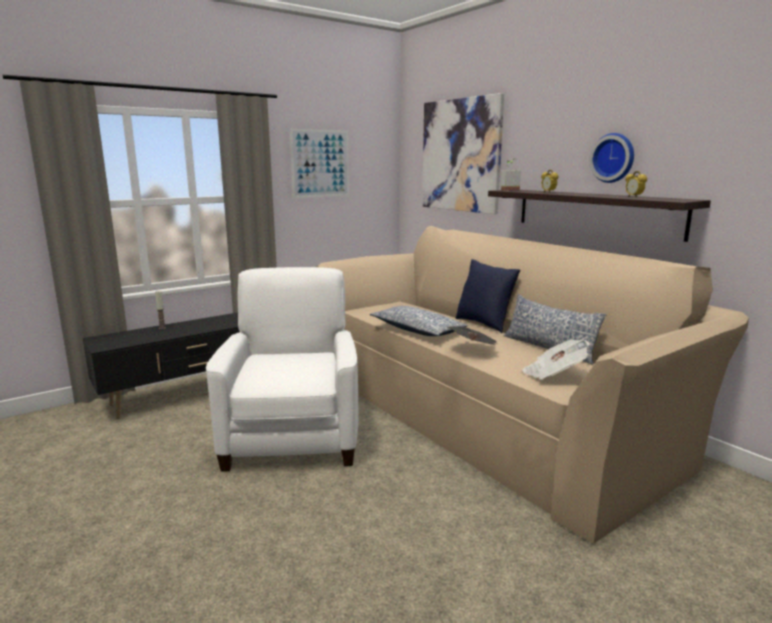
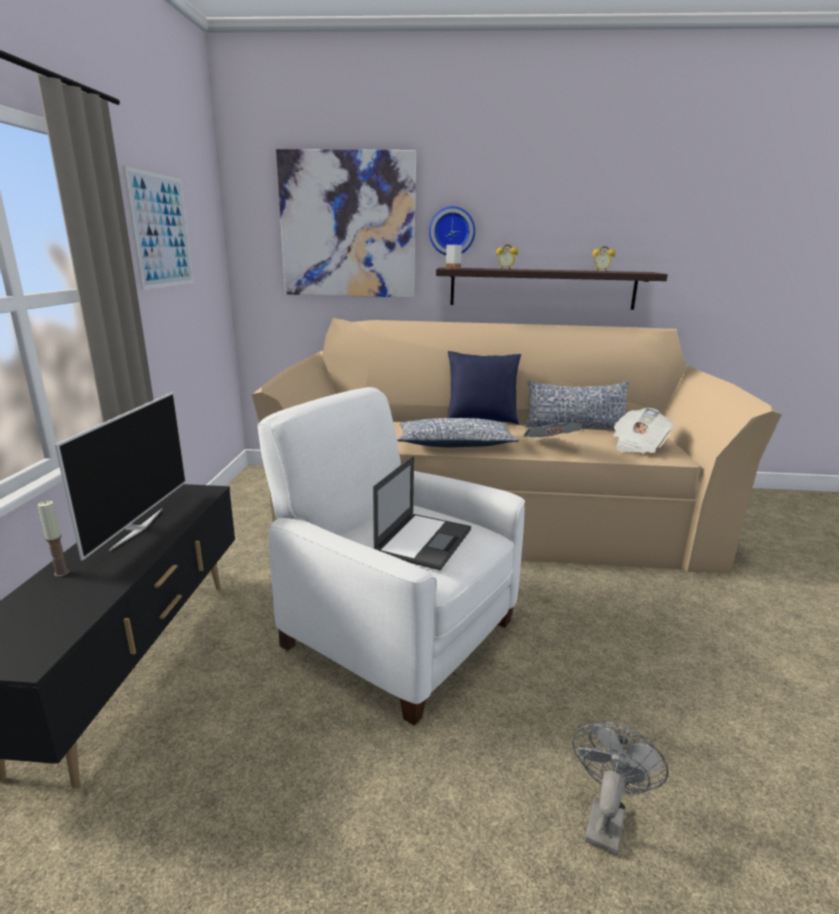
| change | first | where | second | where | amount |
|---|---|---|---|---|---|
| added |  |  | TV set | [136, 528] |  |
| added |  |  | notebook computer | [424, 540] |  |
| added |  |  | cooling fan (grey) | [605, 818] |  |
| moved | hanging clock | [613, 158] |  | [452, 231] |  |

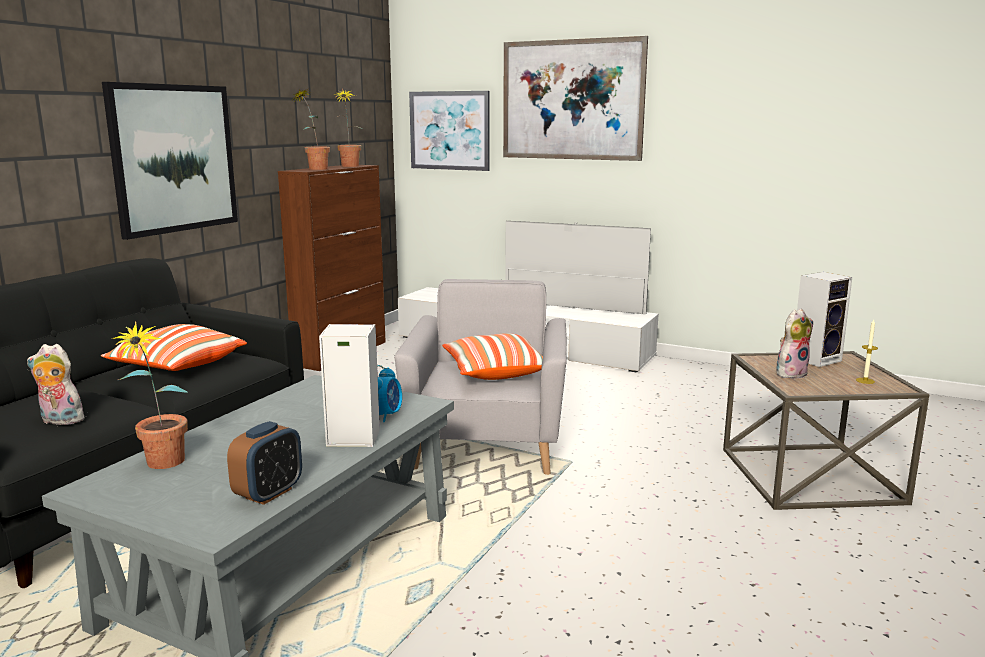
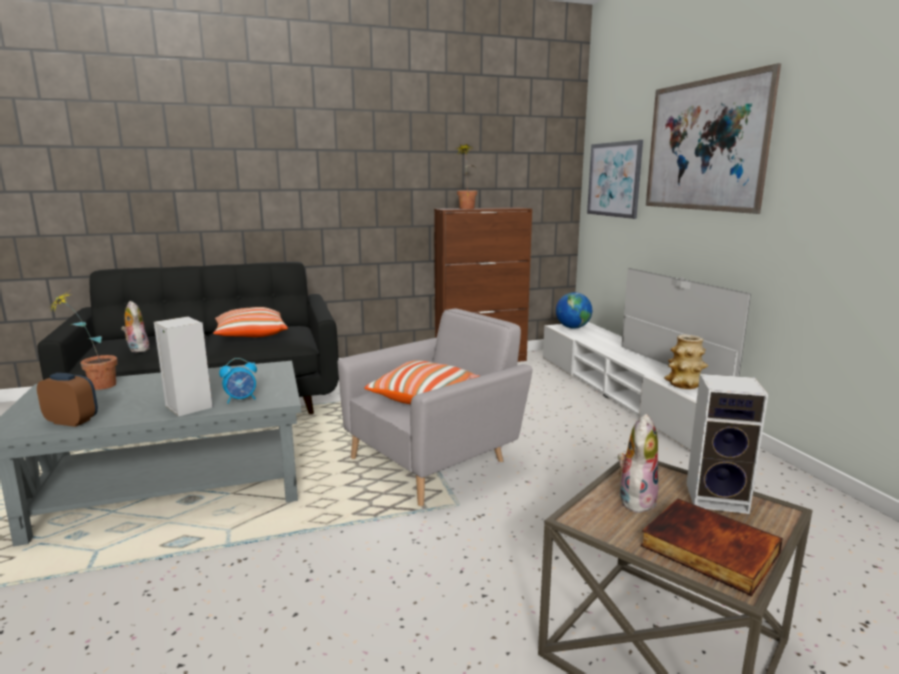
| change | first | where | second | where | amount |
|---|---|---|---|---|---|
| removed | wall picture | [174, 158] |  |  |  |
| removed | houseplant | [349, 166] |  |  |  |
| added |  |  | globe | [572, 327] |  |
| added |  |  | decorative vase | [684, 385] |  |
| replaced | wax light | [865, 381] | bound book | [707, 550] |  |
| turned | bedside clock | [269, 493] |  | [72, 421] | 150 degrees counterclockwise |
| turned | cuddly toy | [790, 373] |  | [635, 499] | 75 degrees counterclockwise |

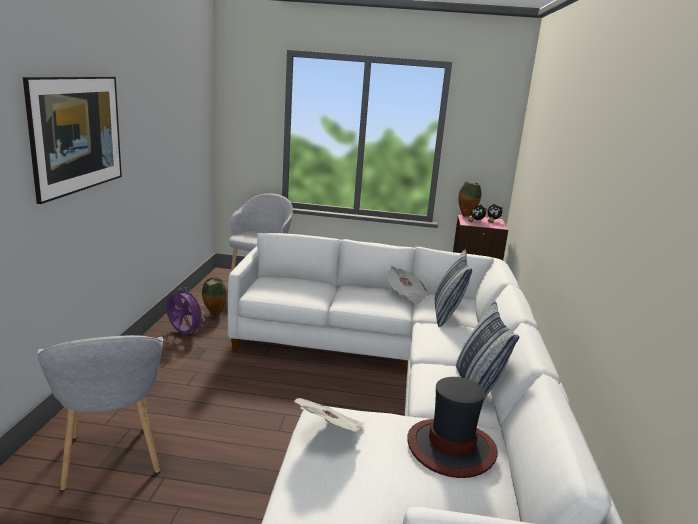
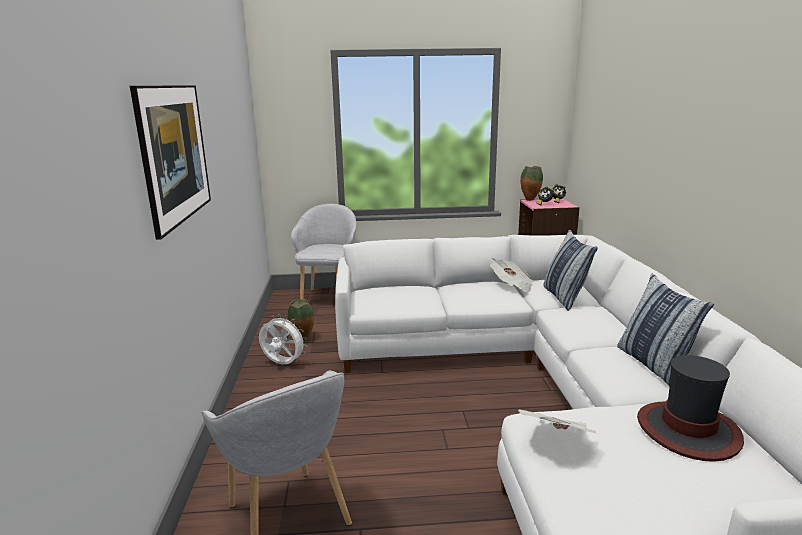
| change | first | where | second | where | amount |
|---|---|---|---|---|---|
| recoloured | cooling fan (purple) | [183, 333] | cooling fan (white-coloured) | [282, 364] |  |

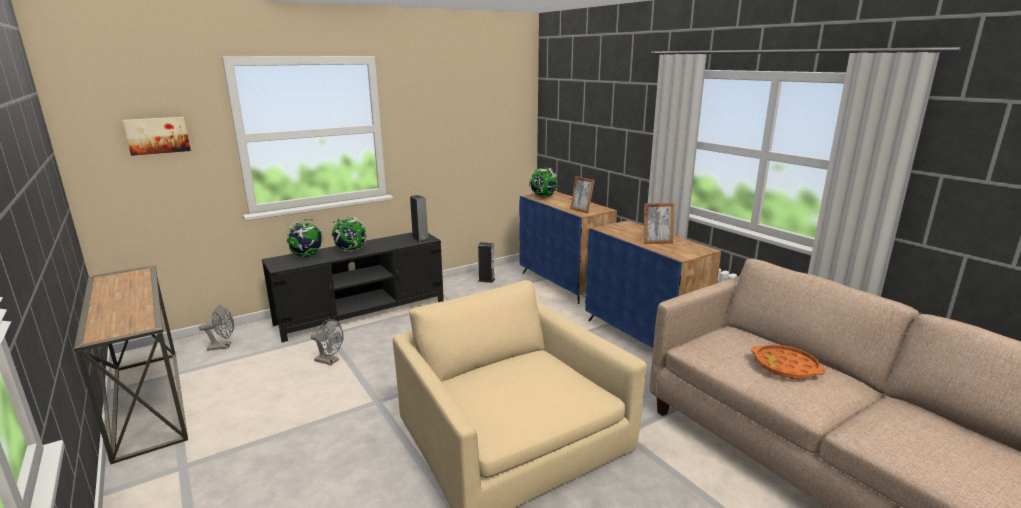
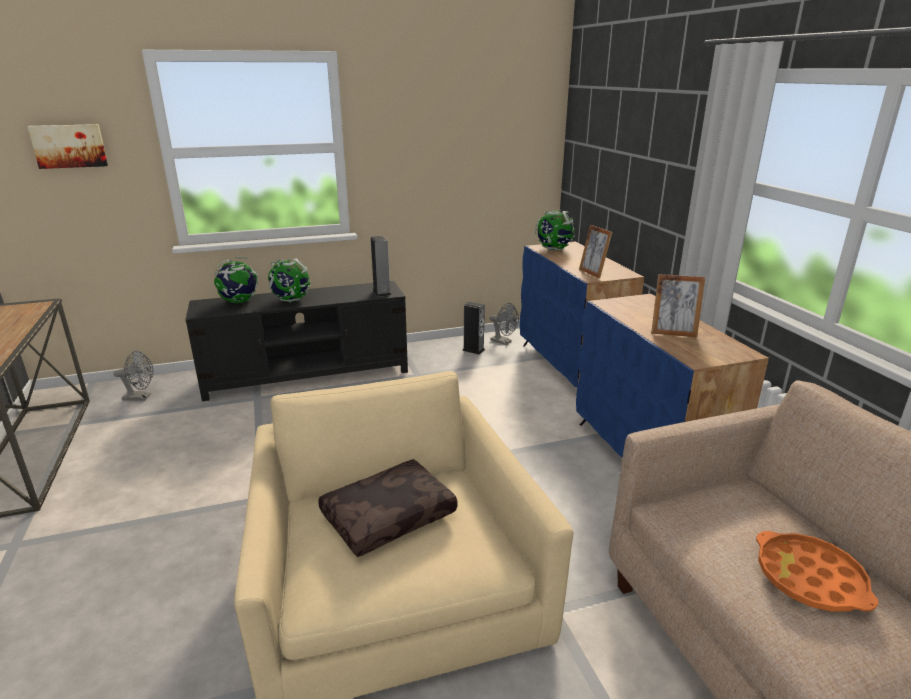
| change | first | where | second | where | amount |
|---|---|---|---|---|---|
| added |  |  | throw pillow (brownish) | [388, 515] |  |
| moved | cooling fan (grey) | [330, 361] |  | [504, 342] |  |

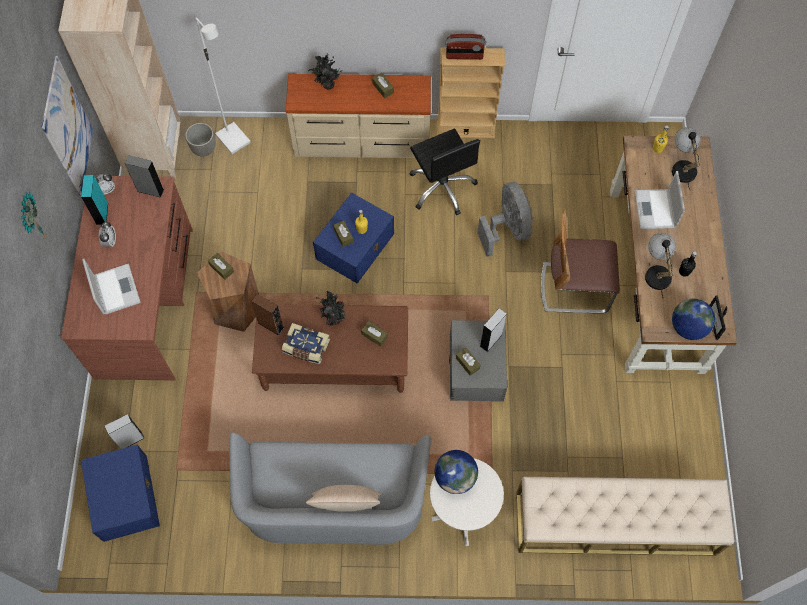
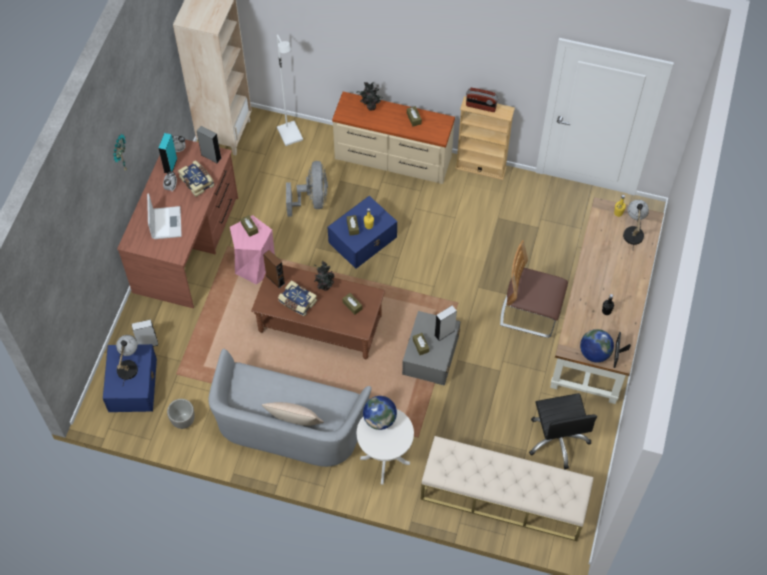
| change | first | where | second | where | amount |
|---|---|---|---|---|---|
| removed | wall picture | [68, 128] |  |  |  |
| removed | notebook computer | [655, 210] |  |  |  |
| added |  |  | bound book | [197, 181] |  |
| moved | flower pot | [204, 150] |  | [183, 421] |  |
| moved | computer chair (black-coloured) | [442, 187] |  | [558, 439] |  |
| moved | cooling fan (grey) | [507, 229] |  | [312, 200] |  |
| moved | tabletop lamp | [656, 271] |  | [128, 365] |  |
| recoloured | stool (brownish) | [236, 309] | stool (pink) | [255, 266] |  |

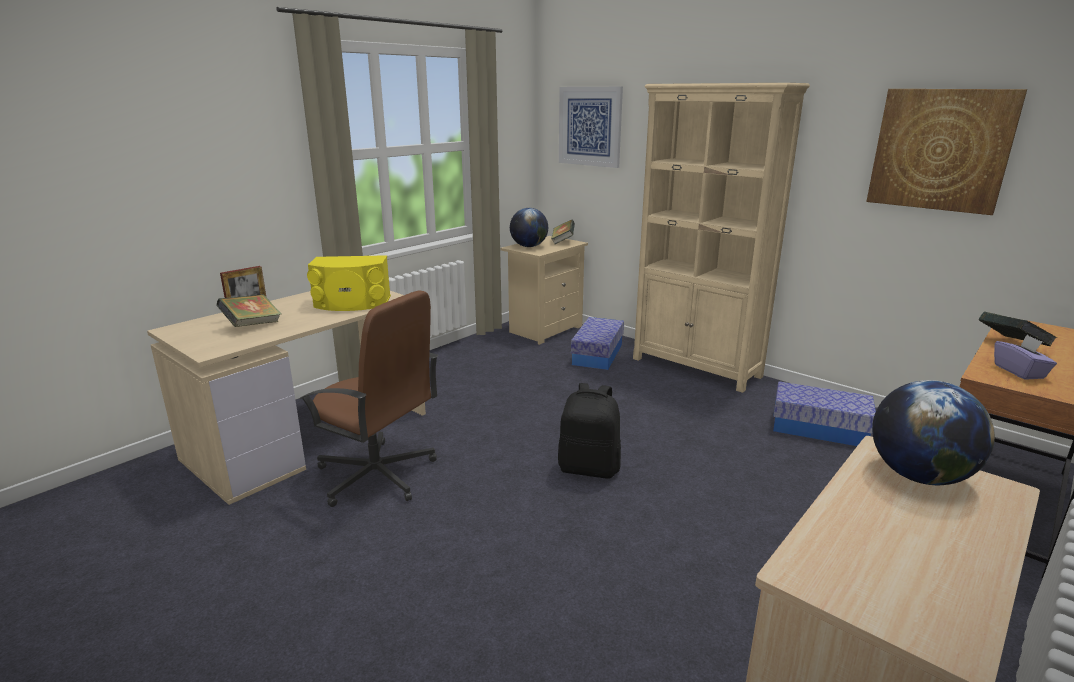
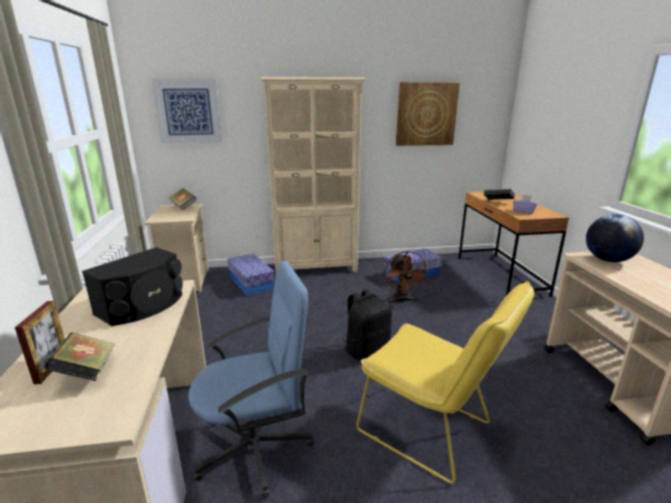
| change | first | where | second | where | amount |
|---|---|---|---|---|---|
| removed | globe | [529, 246] |  |  |  |
| added |  |  | chair (yellow-coloured) | [432, 432] |  |
| added |  |  | cooling fan (brownish) | [402, 301] |  |
| recoloured | computer chair (brownish) | [377, 475] | computer chair (blue) | [256, 447] |  |
| recoloured | audio speaker (yellow-coloured) | [352, 303] | audio speaker (black-coloured) | [143, 306] |  |

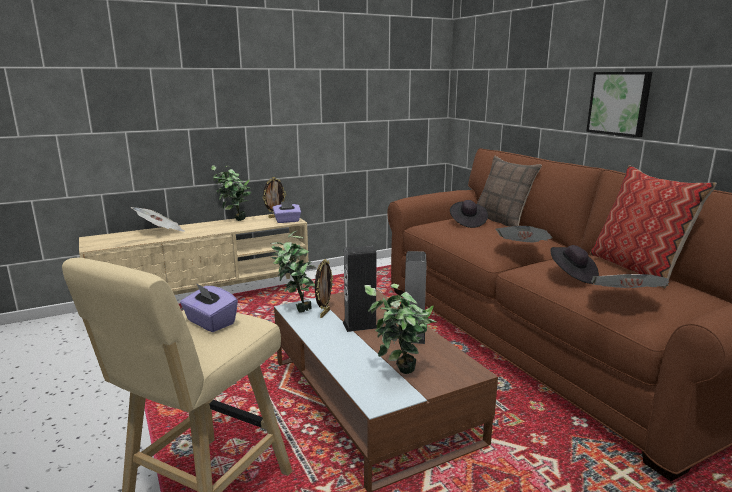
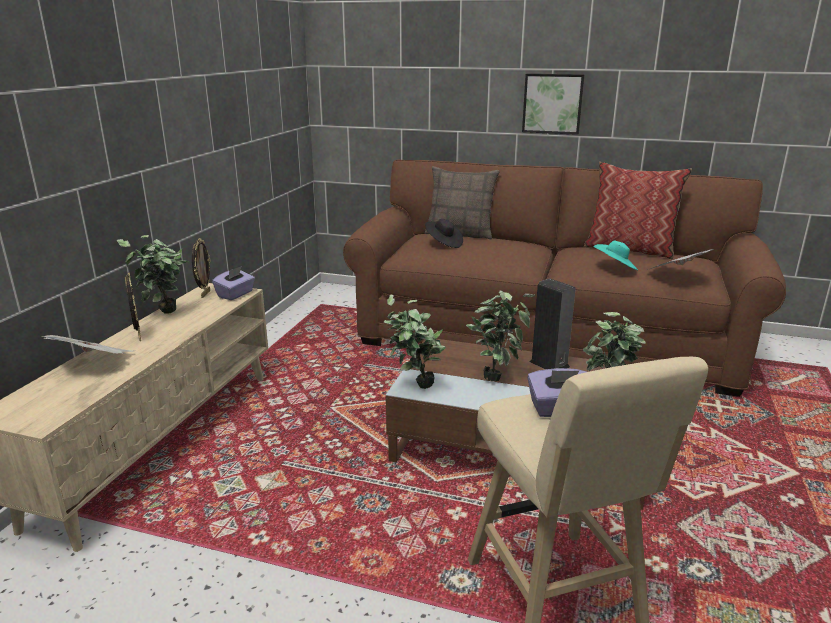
| change | first | where | second | where | amount |
|---|---|---|---|---|---|
| removed | printed paper | [522, 249] |  |  |  |
| moved | picture frame | [324, 313] |  | [138, 336] |  |
| replaced | audio speaker | [360, 325] | houseplant | [497, 375] |  |
| recoloured | hat (black-coloured) | [572, 276] | hat (turquoise-coloured) | [615, 268] |  |

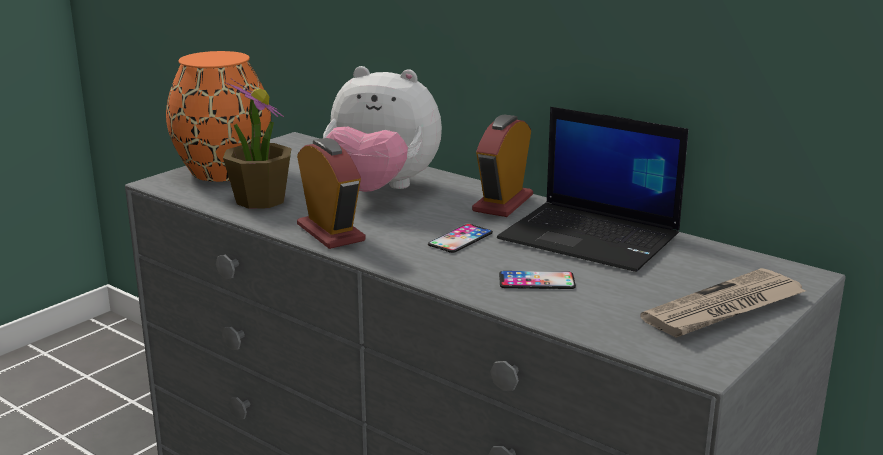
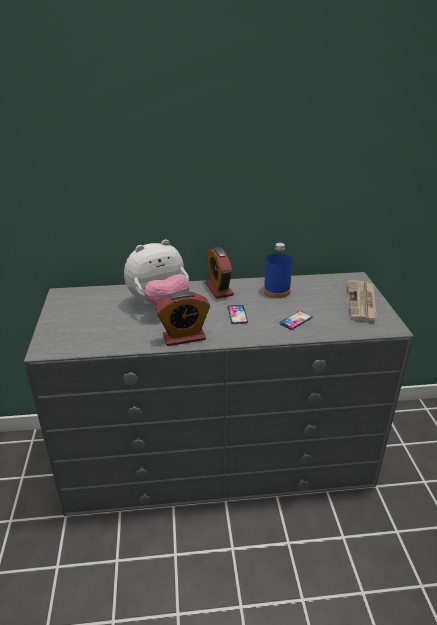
| change | first | where | second | where | amount |
|---|---|---|---|---|---|
| removed | decorative vase (orangey) | [222, 171] |  |  |  |
| removed | houseplant | [260, 200] |  |  |  |
| replaced | notebook computer | [592, 237] | bottle (blue) | [276, 291] |  |
| turned | bedside clock | [330, 233] |  | [184, 337] | 150 degrees clockwise |

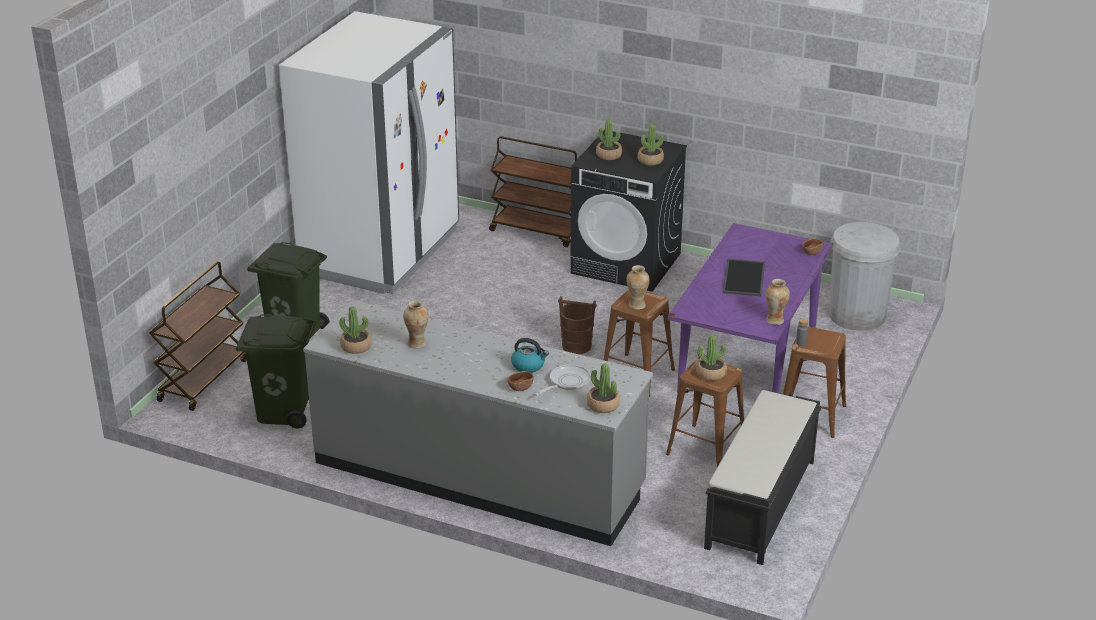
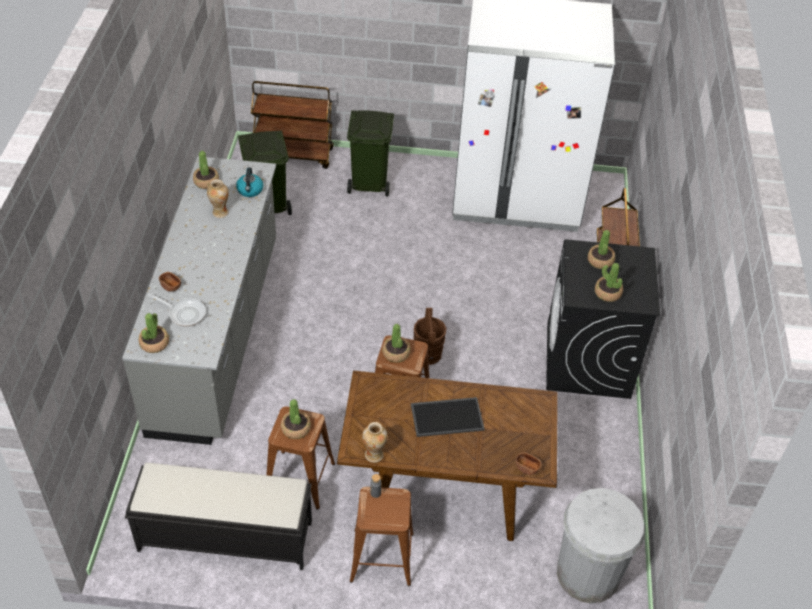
| change | first | where | second | where | amount |
|---|---|---|---|---|---|
| moved | kettle | [528, 365] |  | [250, 190] |  |
| replaced | decorative vase | [637, 305] | houseplant | [396, 353] |  |
| recoloured | dining table (purple) | [746, 368] | dining table (brownish) | [443, 489] |  |

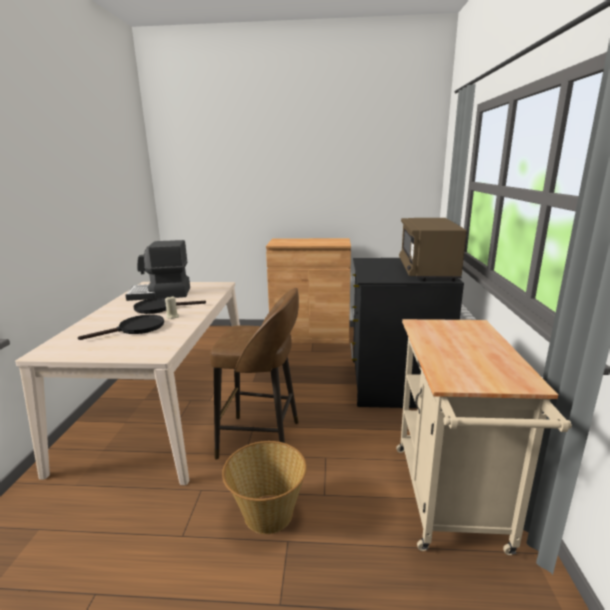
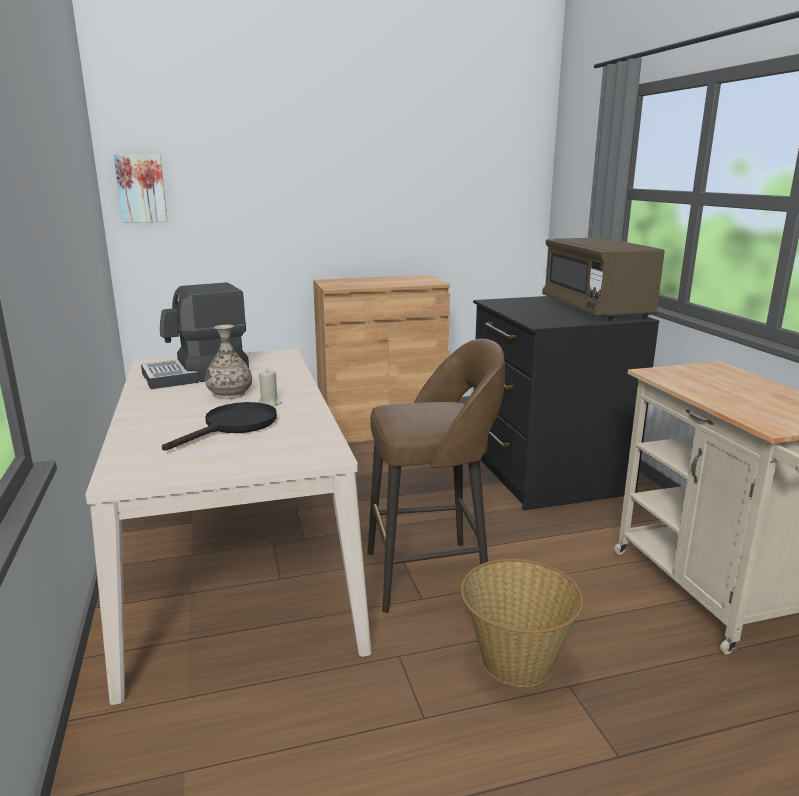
| change | first | where | second | where | amount |
|---|---|---|---|---|---|
| added |  |  | wall picture | [141, 188] |  |
| replaced | frying pan (black-coloured) | [160, 308] | decorative vase | [229, 394] |  |

